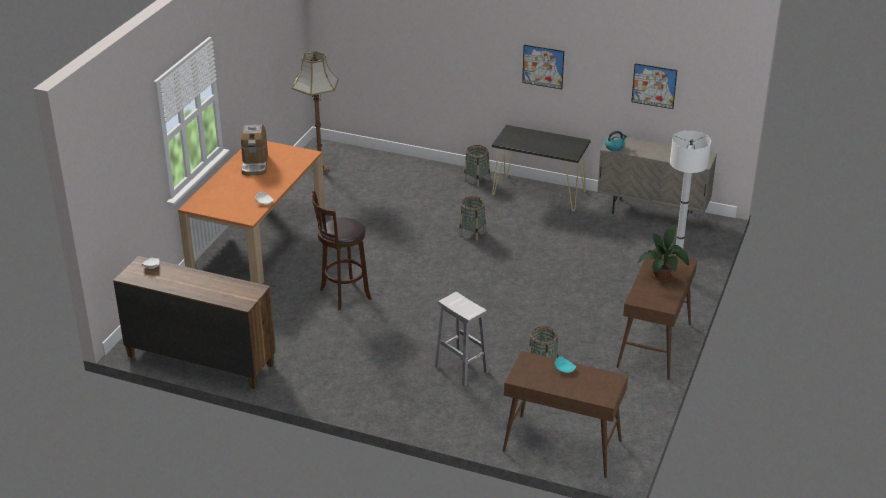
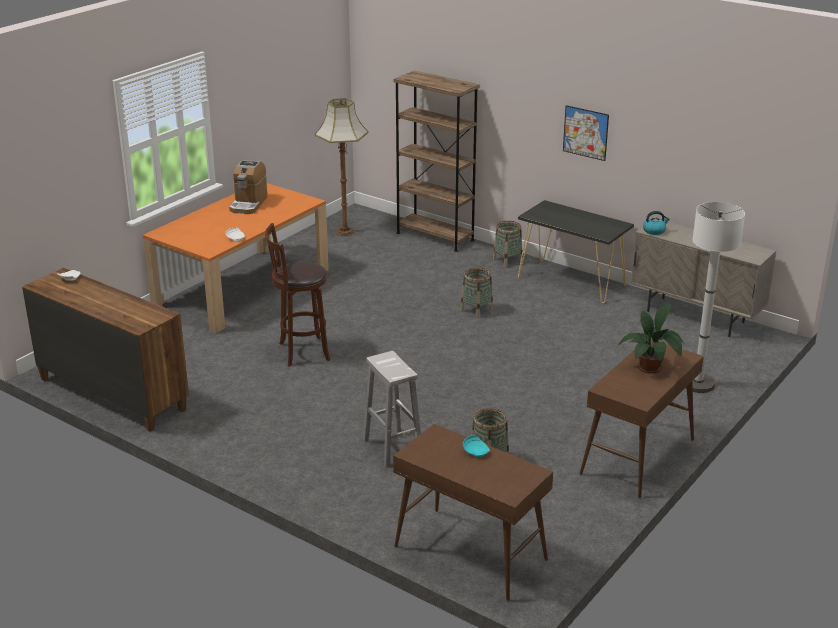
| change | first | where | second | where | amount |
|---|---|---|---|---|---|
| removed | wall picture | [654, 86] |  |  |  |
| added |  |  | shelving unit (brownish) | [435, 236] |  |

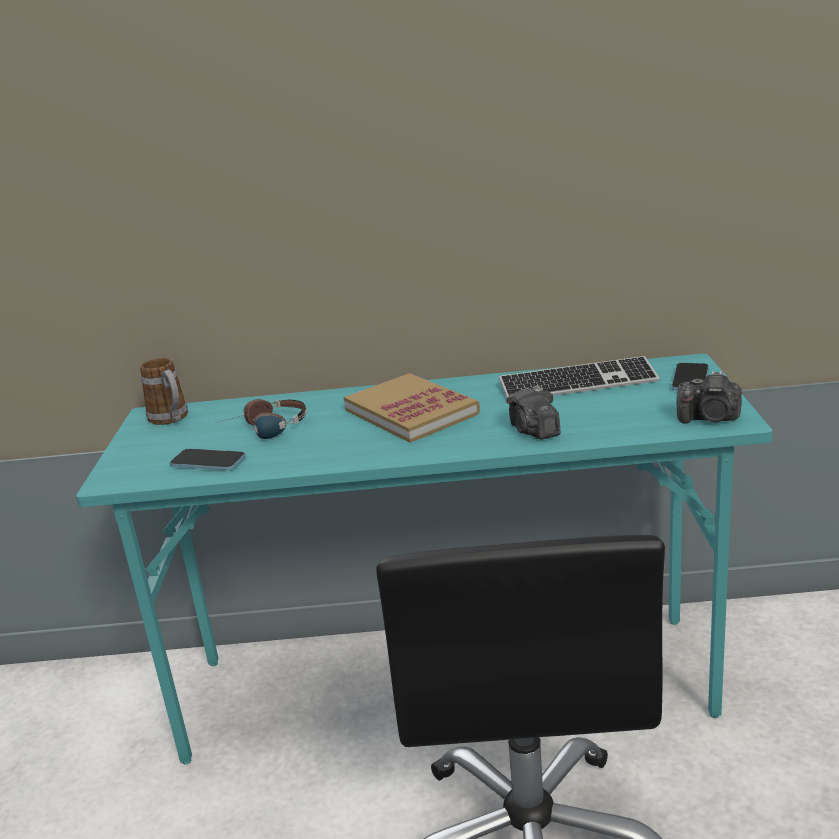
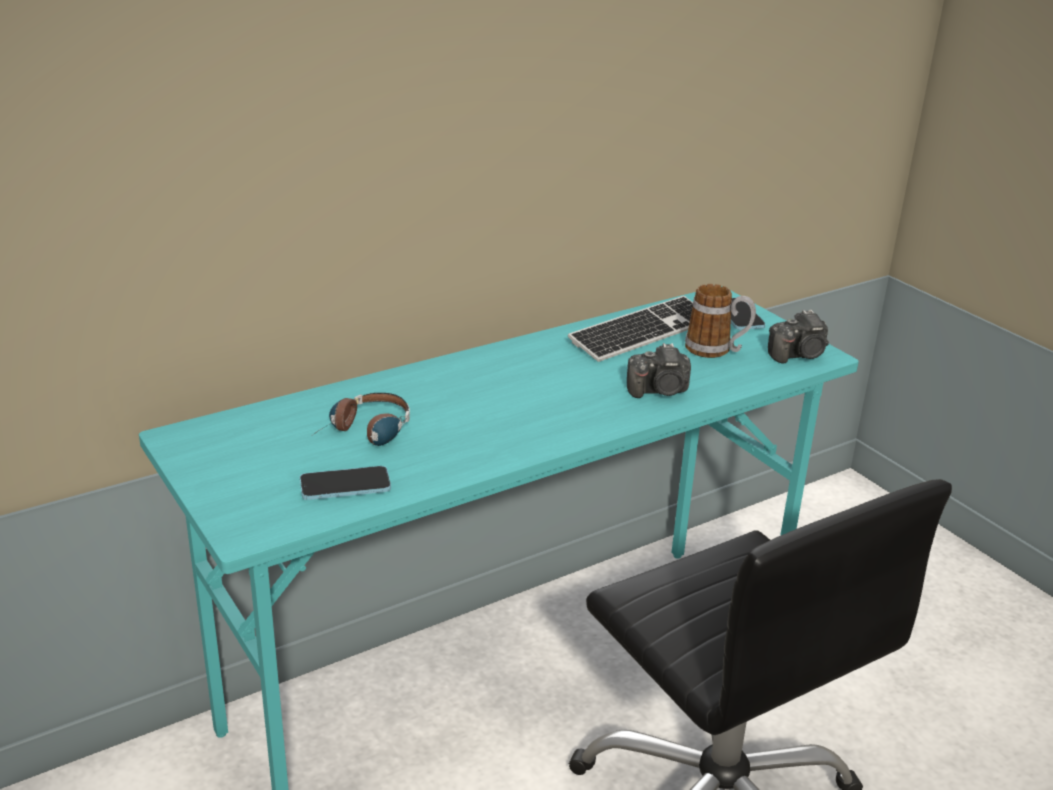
| change | first | where | second | where | amount |
|---|---|---|---|---|---|
| removed | bound book | [411, 412] |  |  |  |
| moved | tea mug | [171, 419] |  | [716, 350] |  |
| turned | still camera | [534, 431] |  | [659, 391] | 45 degrees counterclockwise |

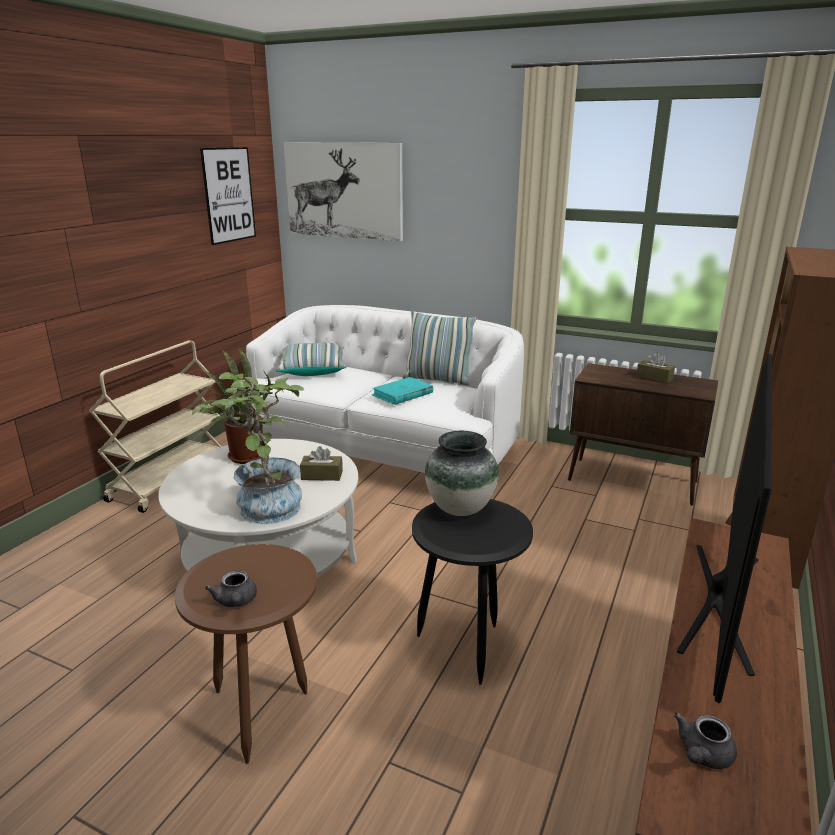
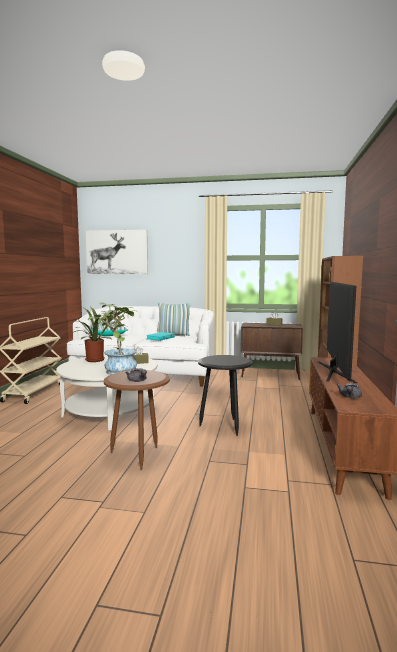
| change | first | where | second | where | amount |
|---|---|---|---|---|---|
| removed | wall picture | [229, 195] |  |  |  |
| removed | decorative vase | [459, 509] |  |  |  |

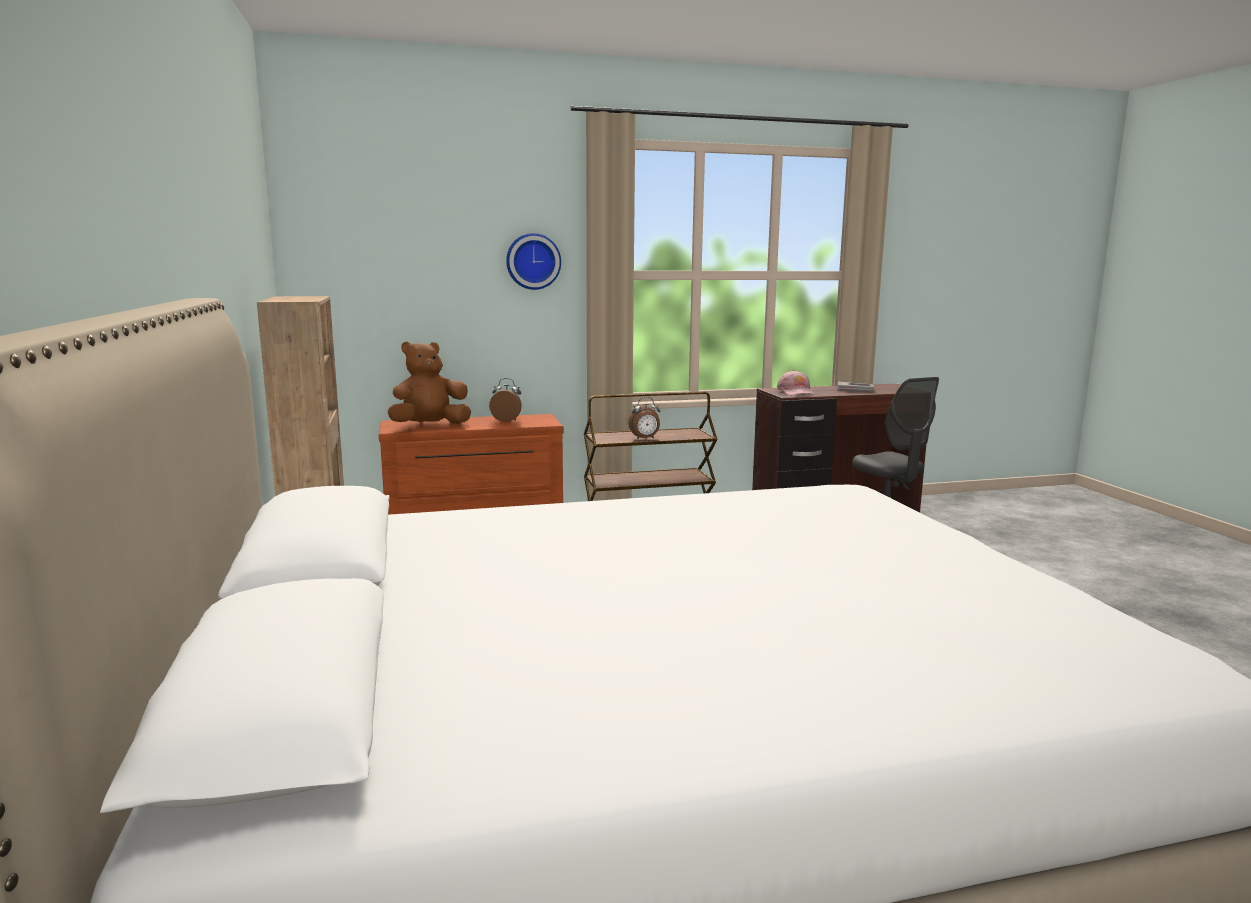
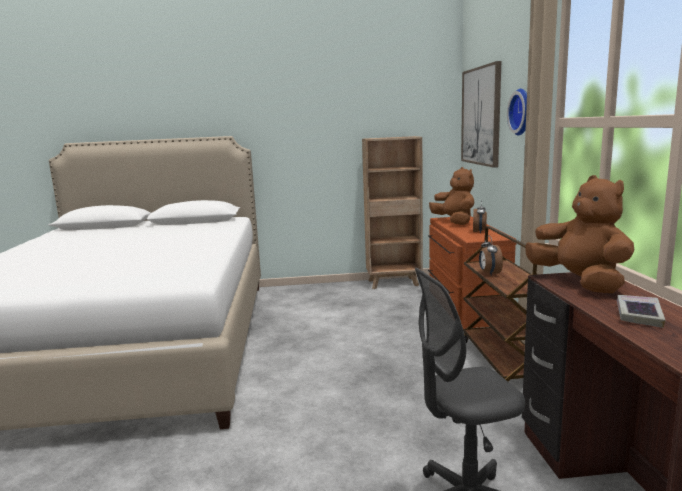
| change | first | where | second | where | amount |
|---|---|---|---|---|---|
| added |  |  | wall picture | [481, 116] |  |
| replaced | baseball cap (pink) | [796, 392] | cuddly toy (brownish) | [580, 283] |  |

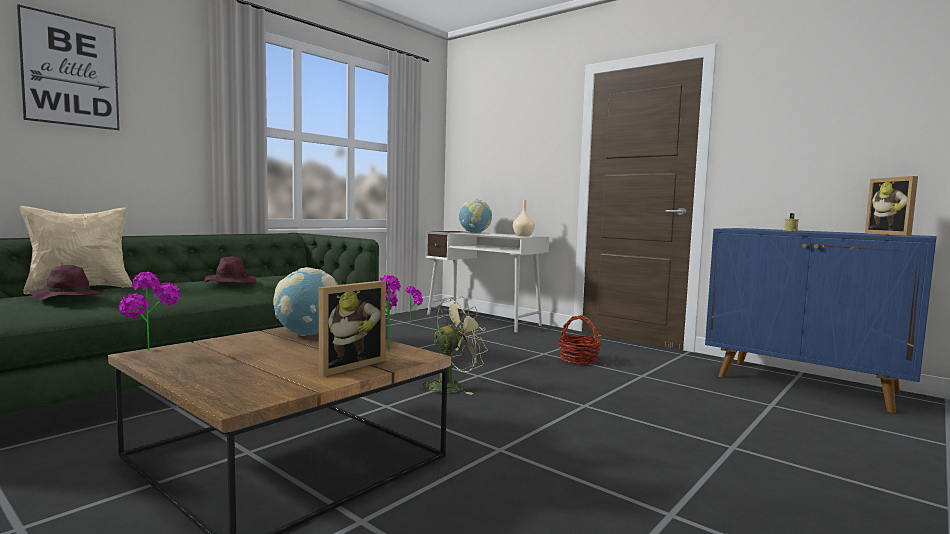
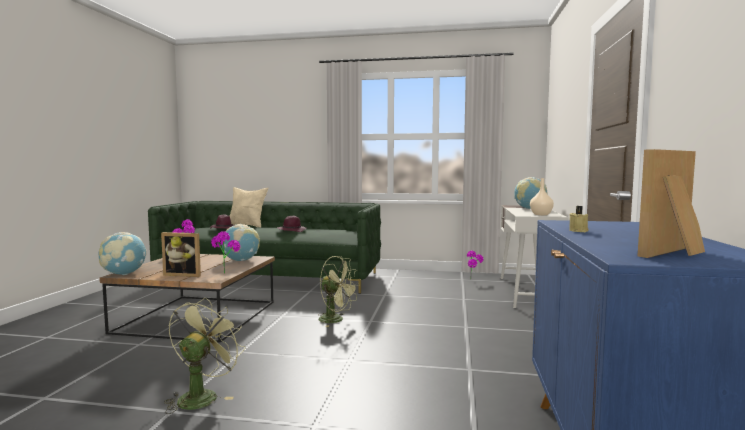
| change | first | where | second | where | amount |
|---|---|---|---|---|---|
| removed | wall picture | [71, 71] |  |  |  |
| removed | basket | [579, 359] |  |  |  |
| added |  |  | globe | [124, 274] |  |
| added |  |  | cooling fan (green-coloured) | [202, 396] |  |

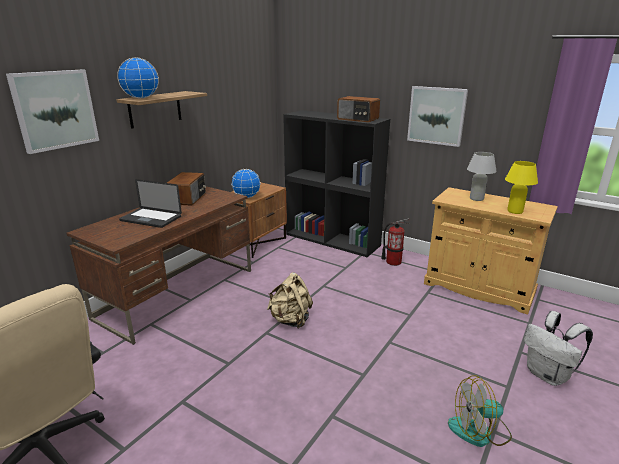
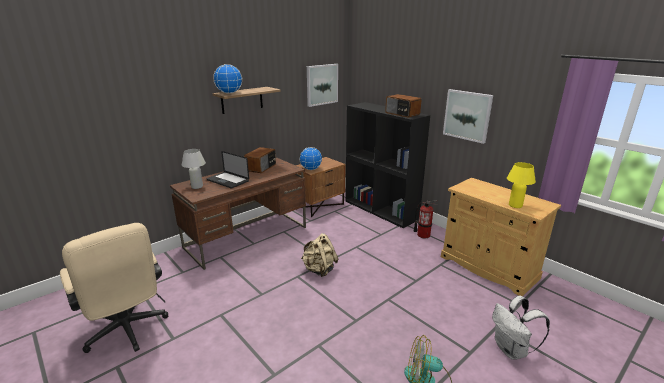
| change | first | where | second | where | amount |
|---|---|---|---|---|---|
| moved | wall picture | [55, 110] |  | [322, 84] |  |
| moved | tabletop lamp (white-coloured) | [476, 199] |  | [197, 187] |  |

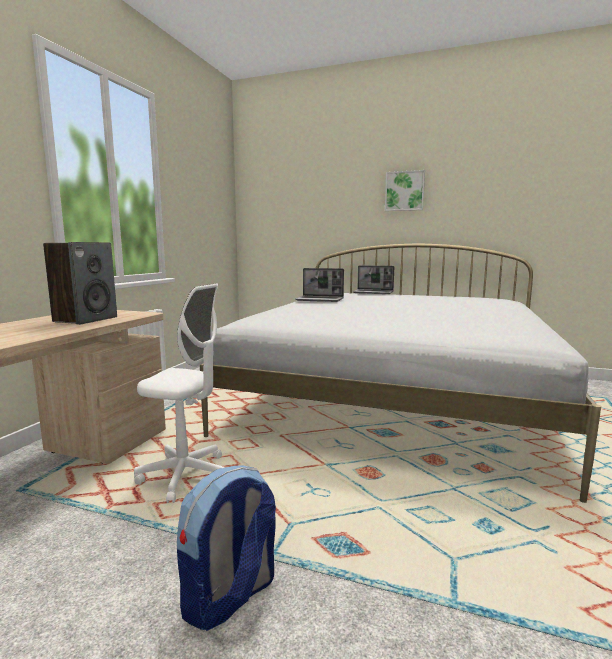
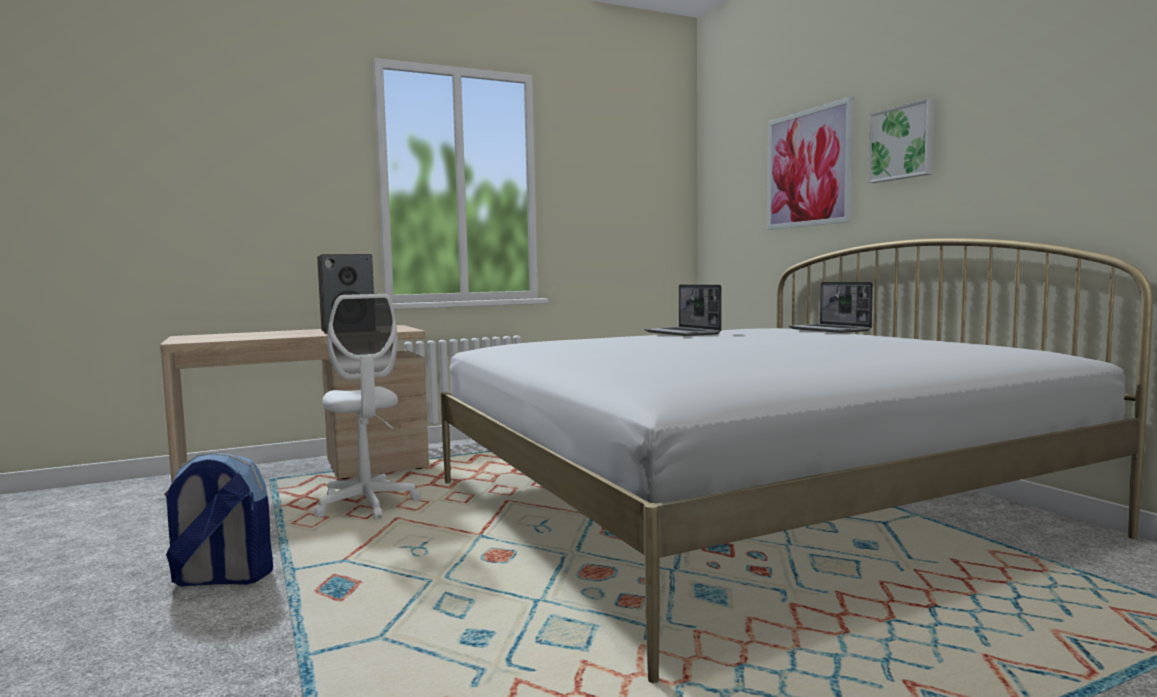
| change | first | where | second | where | amount |
|---|---|---|---|---|---|
| added |  |  | wall picture | [808, 168] |  |

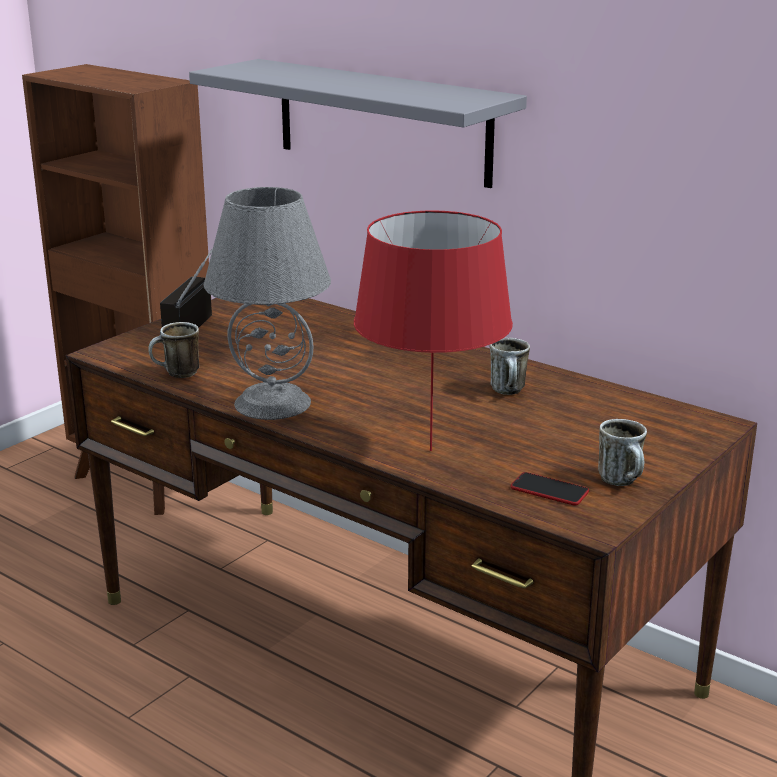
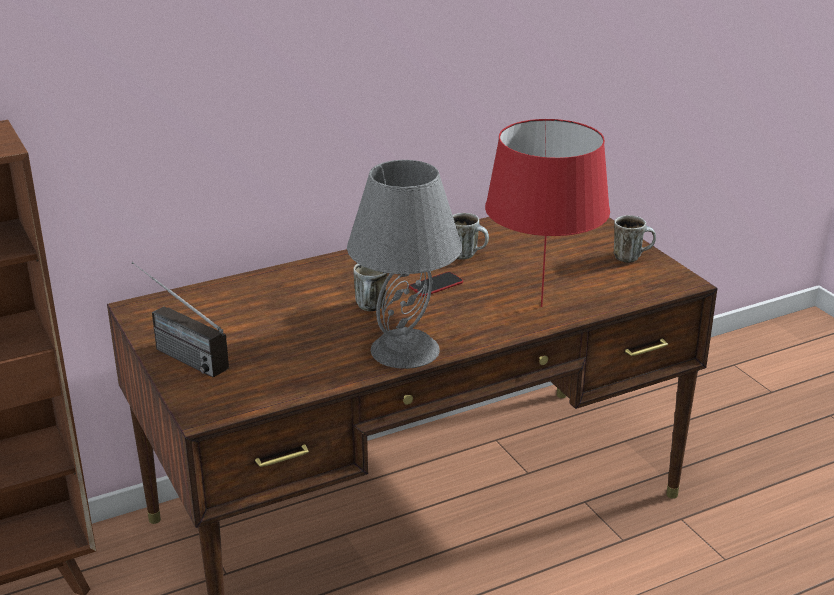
| change | first | where | second | where | amount |
|---|---|---|---|---|---|
| removed | shelf (grey) | [382, 121] |  |  |  |
| moved | tea mug | [176, 374] |  | [371, 308] |  |
| moved | telephone | [549, 490] |  | [436, 285] |  |

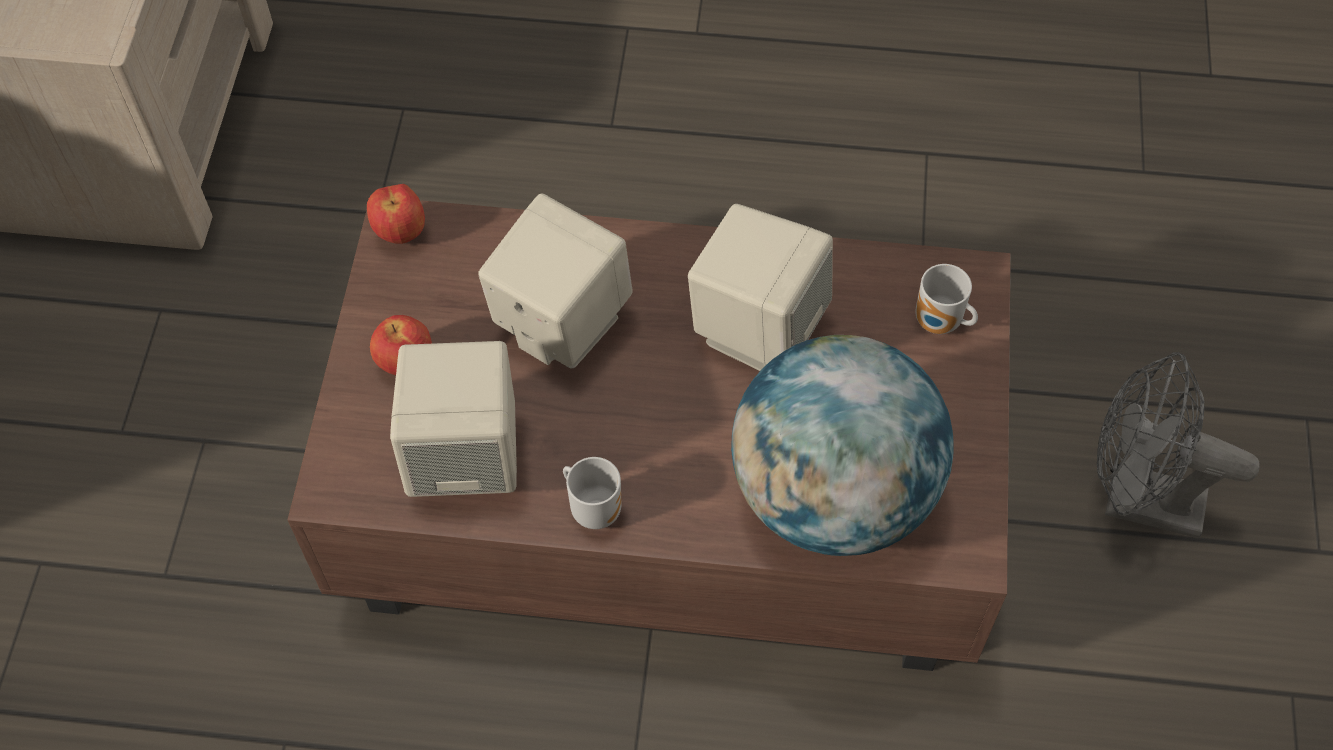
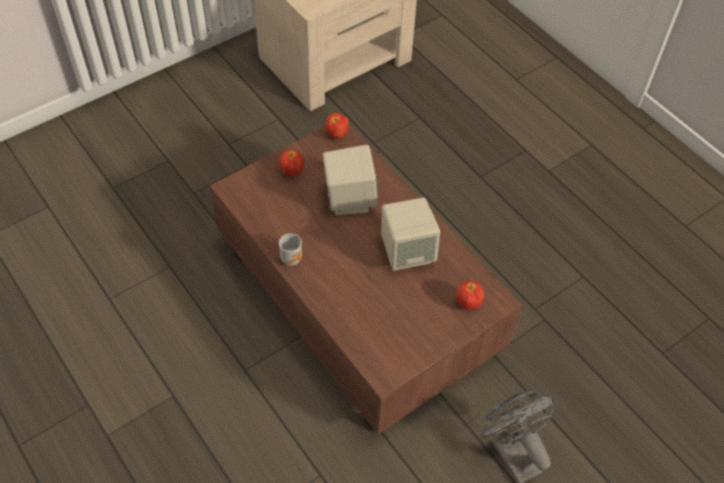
| change | first | where | second | where | amount |
|---|---|---|---|---|---|
| removed | audio speaker (sand-coloured) | [466, 456] |  |  |  |
| removed | globe | [832, 494] |  |  |  |
| replaced | tea mug | [939, 324] | whole apple | [467, 304] |  |

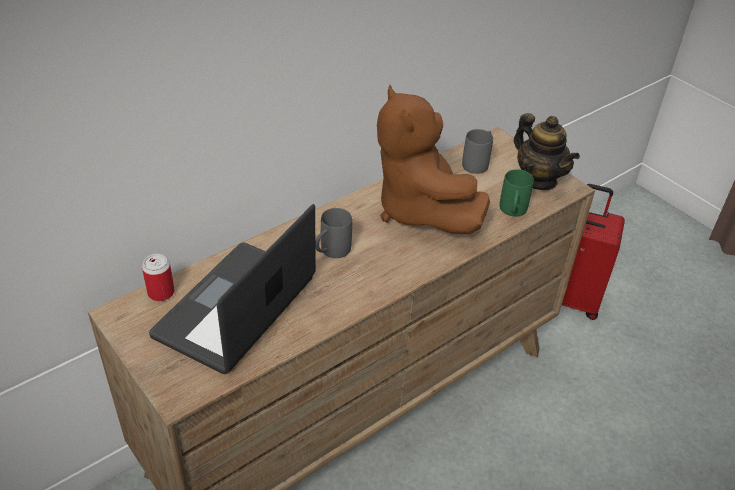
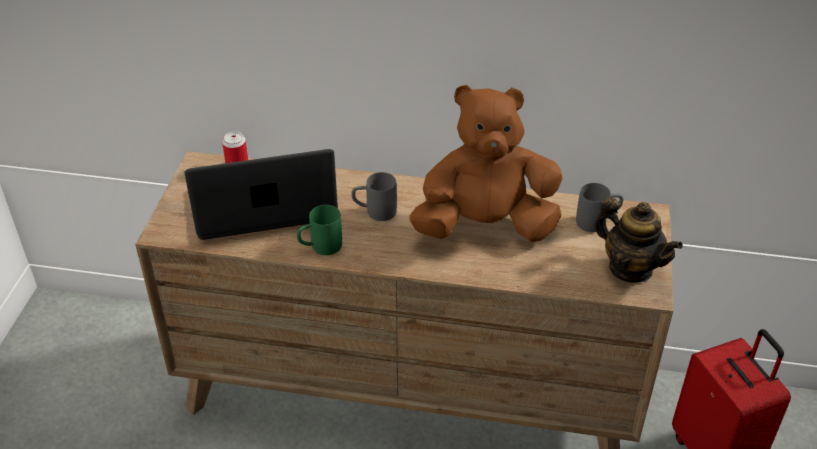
| change | first | where | second | where | amount |
|---|---|---|---|---|---|
| moved | tea mug (green-coloured) | [512, 212] |  | [320, 247] |  |
| turned | cuddly toy (brownish) | [419, 210] |  | [485, 226] | 60 degrees clockwise |
| turned | teapot | [538, 180] |  | [630, 268] | 60 degrees counterclockwise |

